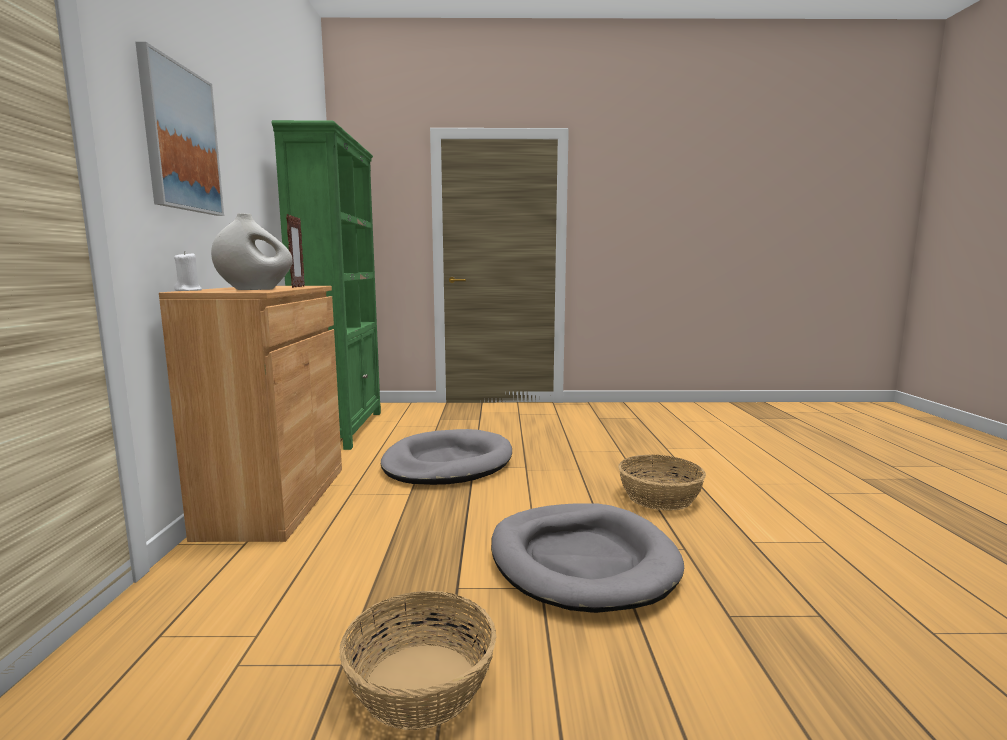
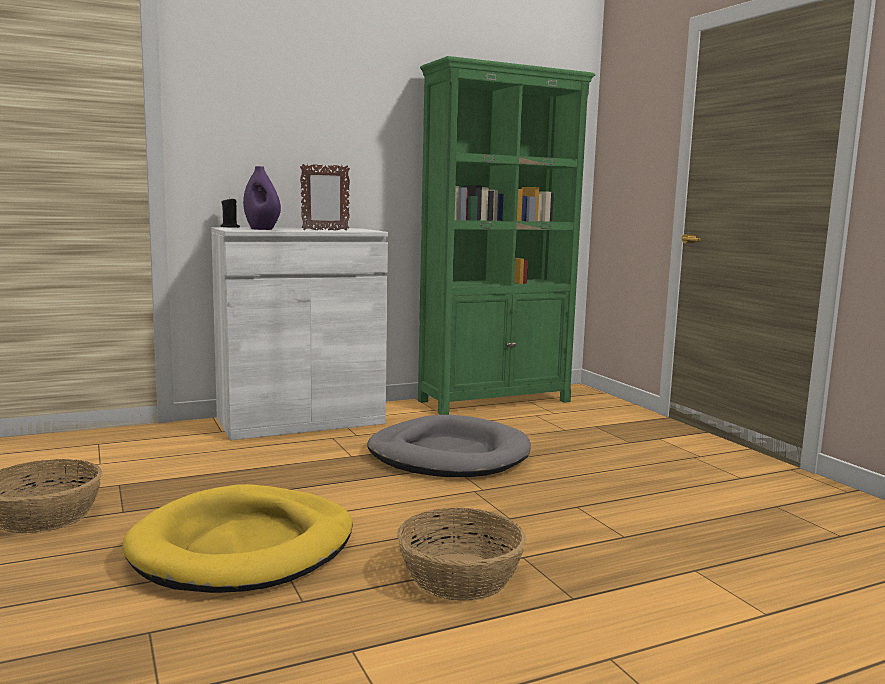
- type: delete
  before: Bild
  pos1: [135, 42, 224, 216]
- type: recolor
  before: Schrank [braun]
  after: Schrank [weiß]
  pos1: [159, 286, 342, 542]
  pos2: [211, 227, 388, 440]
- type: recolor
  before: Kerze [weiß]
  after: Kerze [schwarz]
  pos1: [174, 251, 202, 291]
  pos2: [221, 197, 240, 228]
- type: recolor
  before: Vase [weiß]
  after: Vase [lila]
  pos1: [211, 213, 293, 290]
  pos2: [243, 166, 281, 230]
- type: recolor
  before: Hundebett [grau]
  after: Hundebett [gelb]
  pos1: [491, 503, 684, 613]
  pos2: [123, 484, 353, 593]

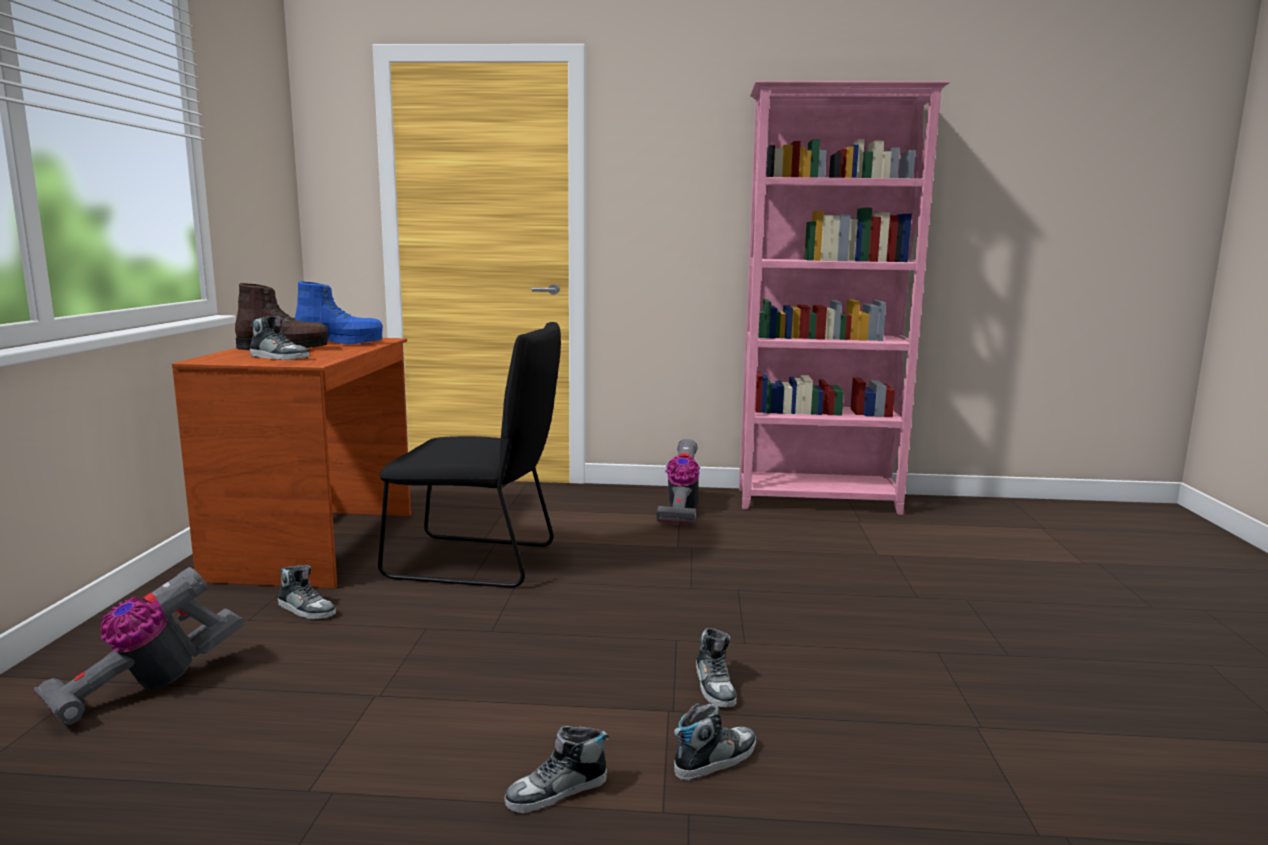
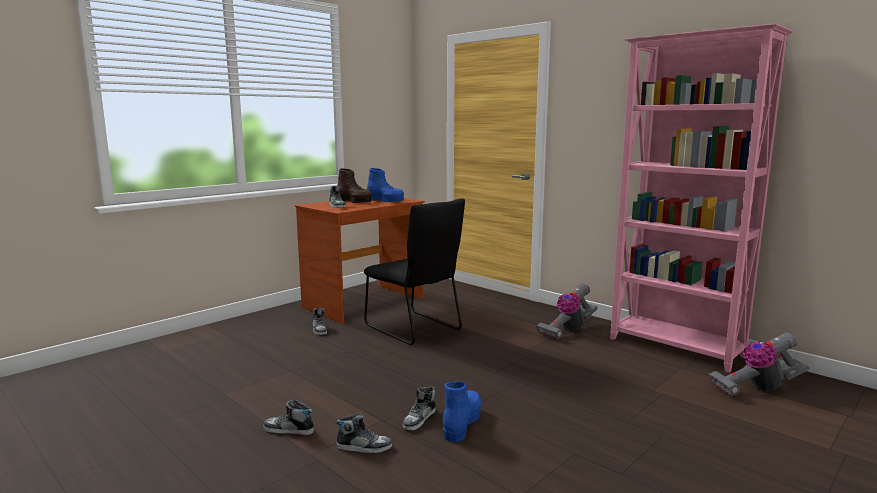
- type: move
  before: Staubsauger
  pos1: [34, 567, 245, 728]
  pos2: [709, 332, 809, 396]
- type: insert
  after: Stiefel [blau]
  pos2: [443, 381, 481, 442]

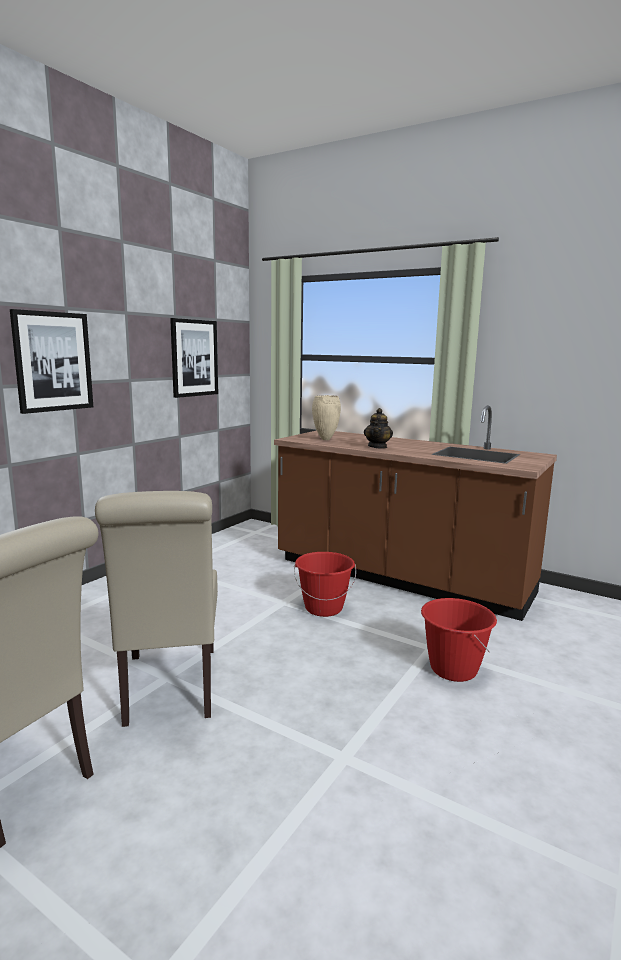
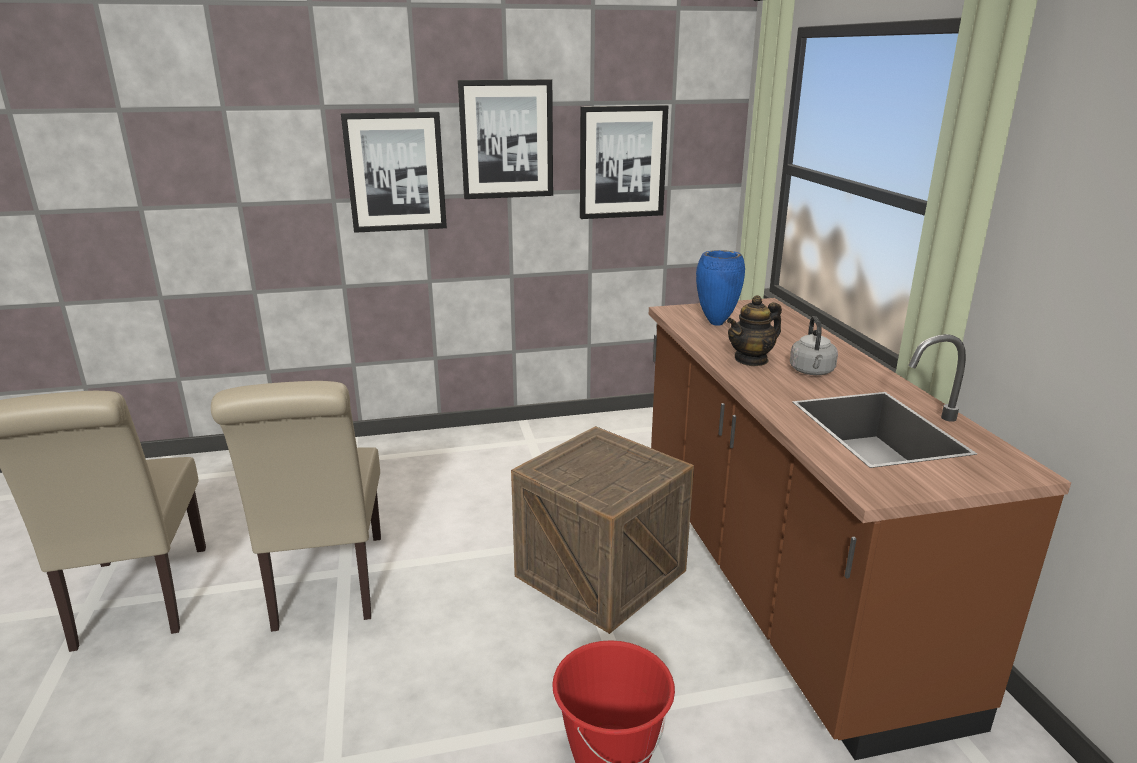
- type: rotate
  before: Stuhl [beige]
  pos1: [95, 491, 218, 727]
  pos2: [211, 381, 381, 632]
  turn: -45
- type: replace
  before: Eimer [rot]
  after: Kiste
  pos1: [294, 552, 356, 617]
  pos2: [511, 426, 694, 634]
- type: recolor
  before: Vase [beige]
  after: Vase [blau]
  pos1: [312, 395, 341, 440]
  pos2: [696, 250, 745, 326]
- type: insert
  after: Bild
  pos2: [458, 79, 553, 199]
- type: insert
  after: Wasserkessel [grau]
  pos2: [790, 316, 838, 375]

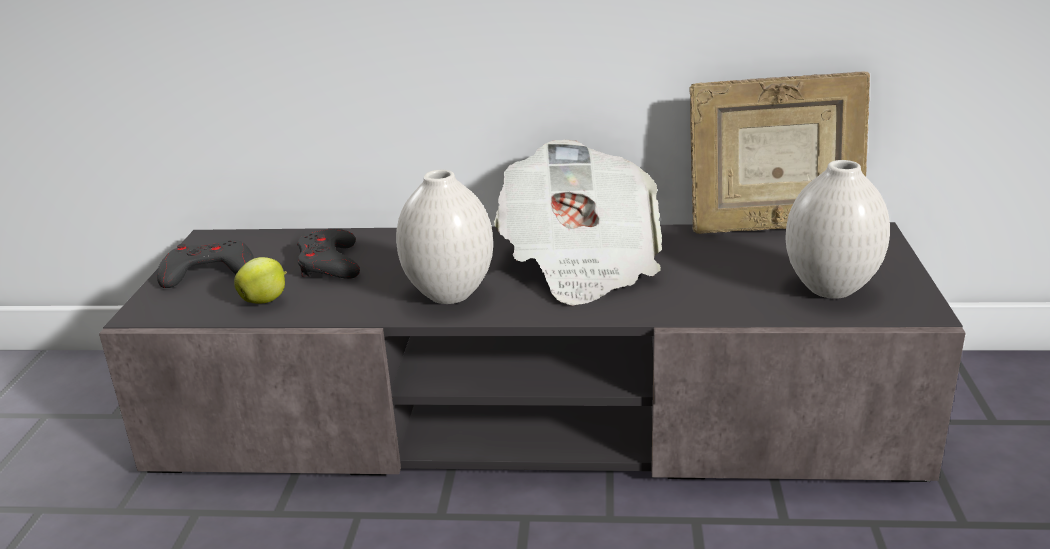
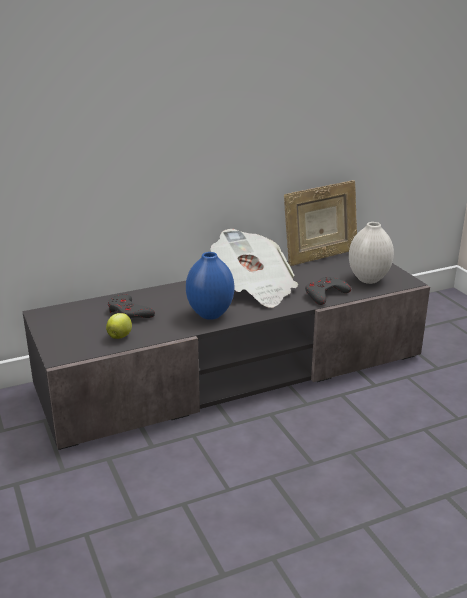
- type: move
  before: Gamepad [grau]
  pos1: [157, 240, 254, 288]
  pos2: [305, 277, 351, 305]
- type: recolor
  before: Vase [weiß]
  after: Vase [blau]
  pos1: [396, 170, 493, 304]
  pos2: [186, 252, 234, 320]

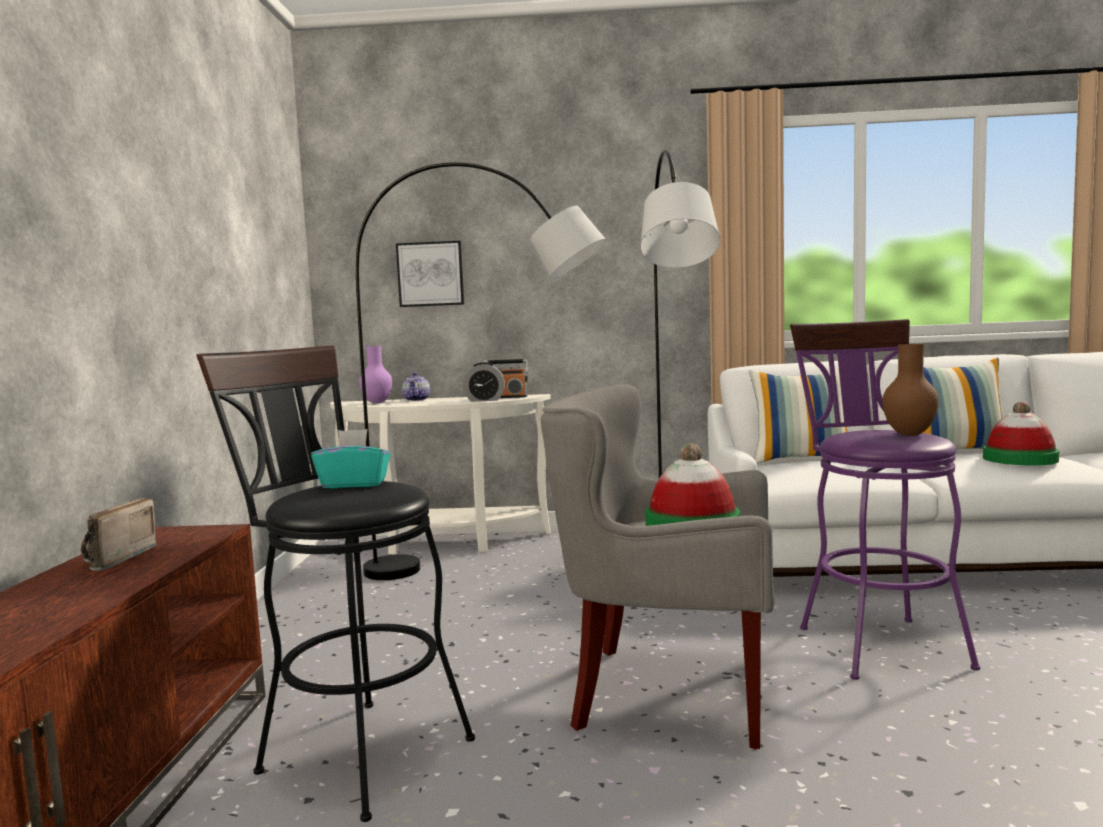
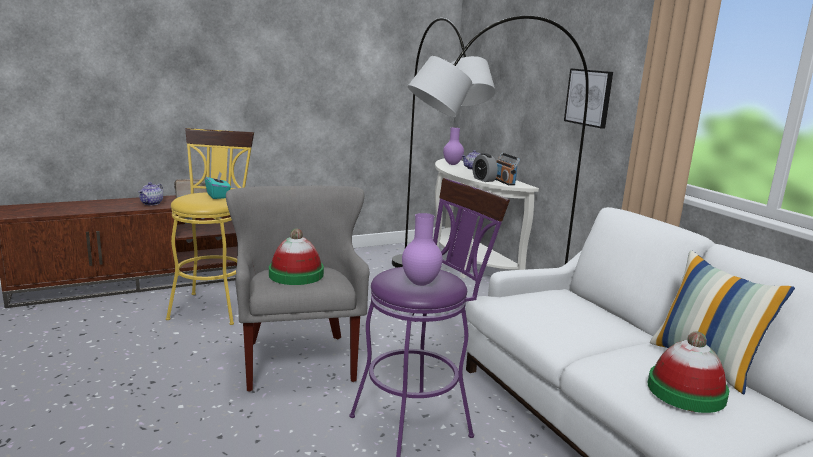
- type: recolor
  before: Hocker [schwarz]
  after: Hocker [gelb]
  pos1: [197, 345, 475, 822]
  pos2: [166, 128, 254, 325]
- type: move
  before: Bild
  pos1: [396, 241, 464, 307]
  pos2: [564, 68, 613, 129]
- type: delete
  before: Kissen
  pos1: [749, 369, 847, 463]
- type: recolor
  before: Vase [braun]
  after: Vase [lila]
  pos1: [882, 344, 939, 436]
  pos2: [402, 213, 442, 286]
- type: insert
  after: Teekanne
  pos2: [138, 182, 163, 205]

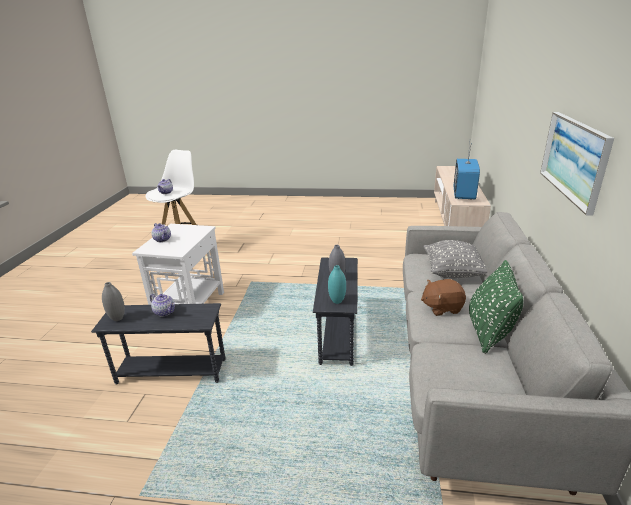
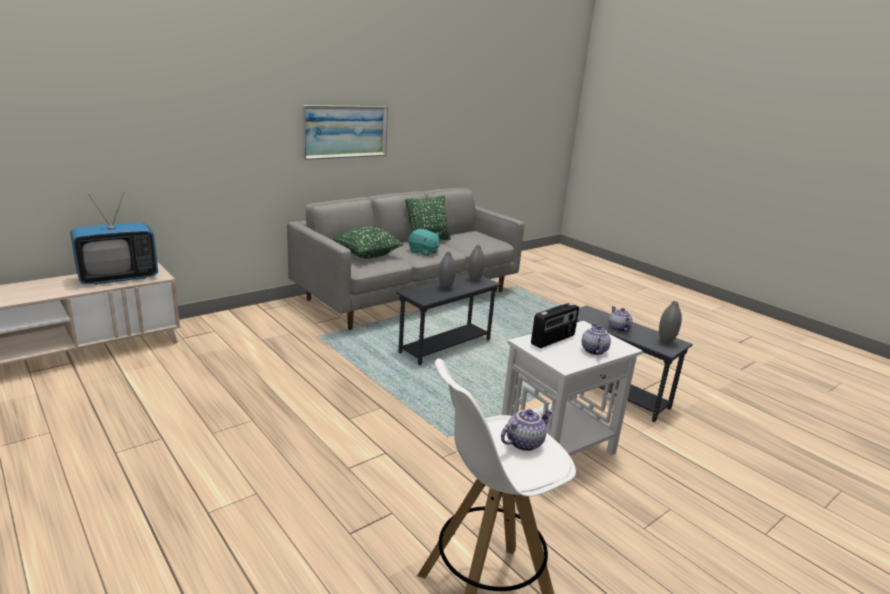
- type: recolor
  before: Vase [türkis]
  after: Vase [grau]
  pos1: [328, 265, 346, 304]
  pos2: [468, 245, 485, 281]
- type: recolor
  before: Plüschtier [braun]
  after: Plüschtier [türkis]
  pos1: [421, 279, 466, 316]
  pos2: [408, 229, 440, 256]
- type: recolor
  before: Kissen [grau]
  after: Kissen [grün]
  pos1: [423, 240, 487, 279]
  pos2: [334, 226, 403, 259]
- type: insert
  after: Radio
  pos2: [531, 303, 579, 348]

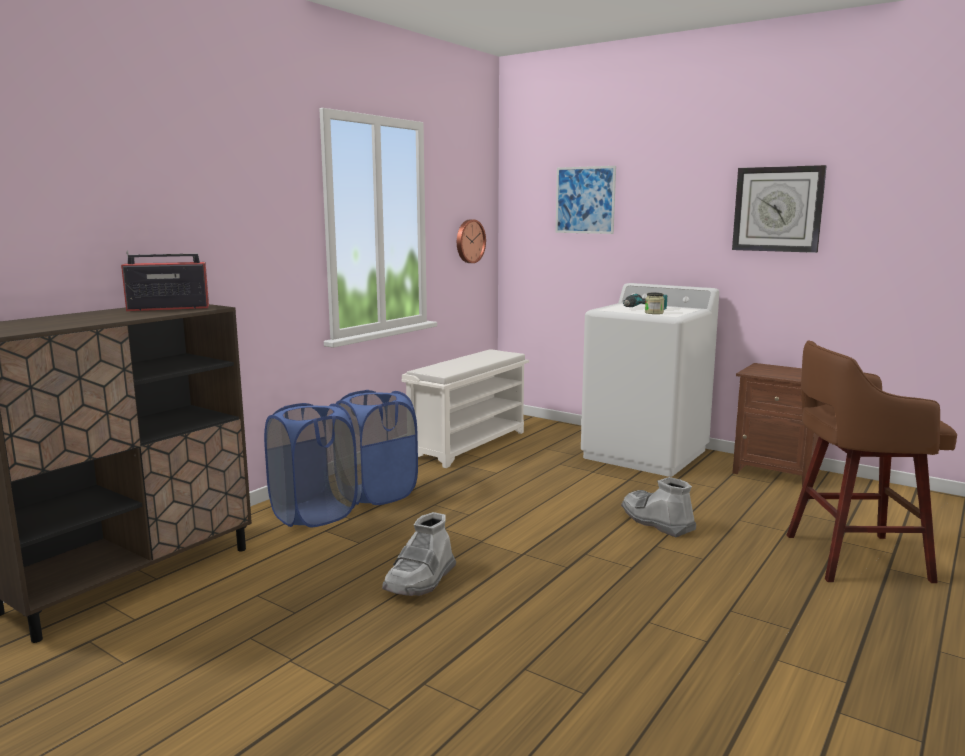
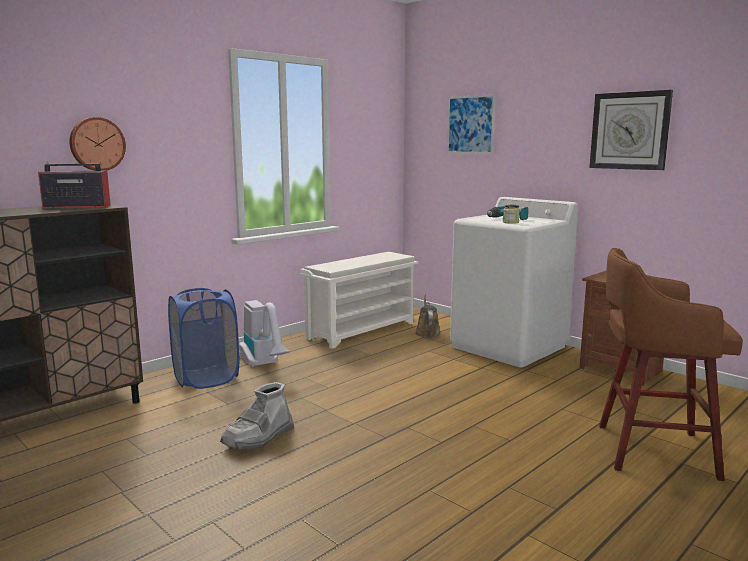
- type: replace
  before: Wäschekorb [blau]
  after: Staubsauger
  pos1: [335, 390, 418, 505]
  pos2: [239, 300, 290, 368]
- type: move
  before: Wanduhr
  pos1: [457, 220, 486, 263]
  pos2: [69, 117, 126, 171]
- type: delete
  before: Stiefel [grau]
  pos1: [621, 477, 696, 537]
- type: insert
  after: Gießkanne [braun]
  pos2: [415, 293, 440, 338]

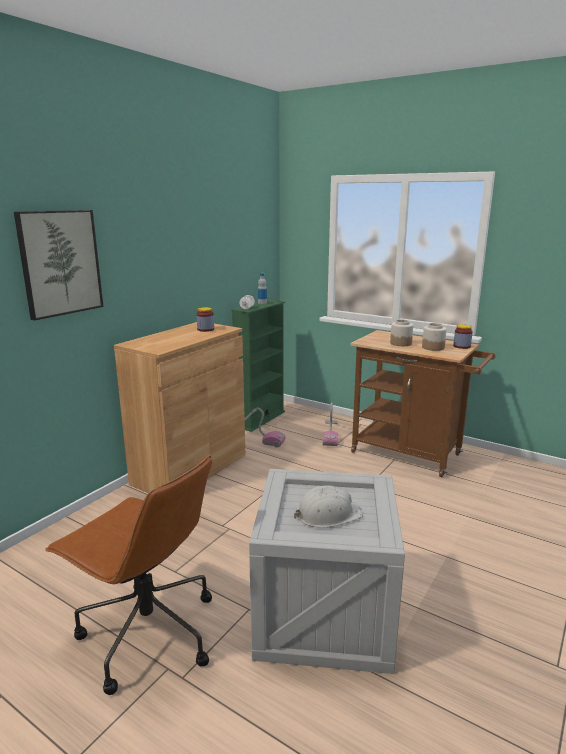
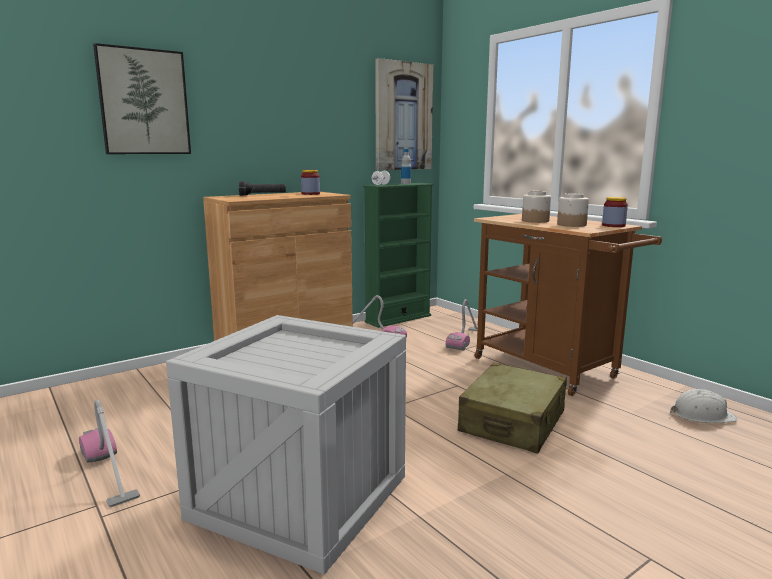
- type: replace
  before: Bürostuhl [braun]
  after: Staubsauger
  pos1: [45, 455, 212, 695]
  pos2: [79, 400, 140, 508]
- type: move
  before: Schutzhelm [weiß]
  pos1: [294, 485, 363, 528]
  pos2: [670, 389, 738, 423]
- type: insert
  after: Taschenlampe [schwarz]
  pos2: [239, 182, 286, 196]
- type: insert
  after: Bild
  pos2: [375, 58, 433, 170]
- type: insert
  after: Koffer [beige]
  pos2: [458, 363, 567, 454]

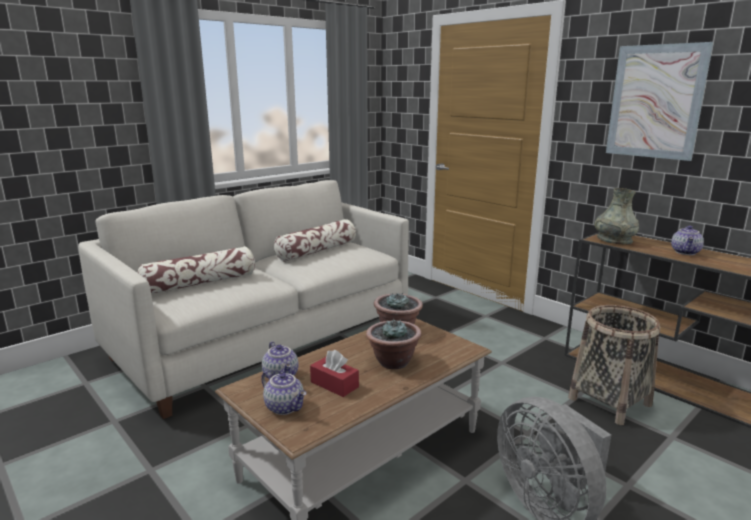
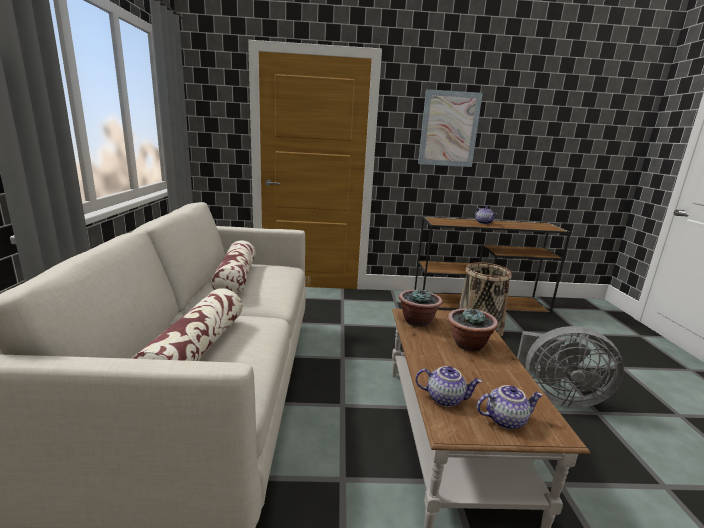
- type: delete
  before: Taschentuchbox [rot]
  pos1: [310, 350, 359, 397]
- type: delete
  before: Vase [grau]
  pos1: [594, 188, 639, 244]

